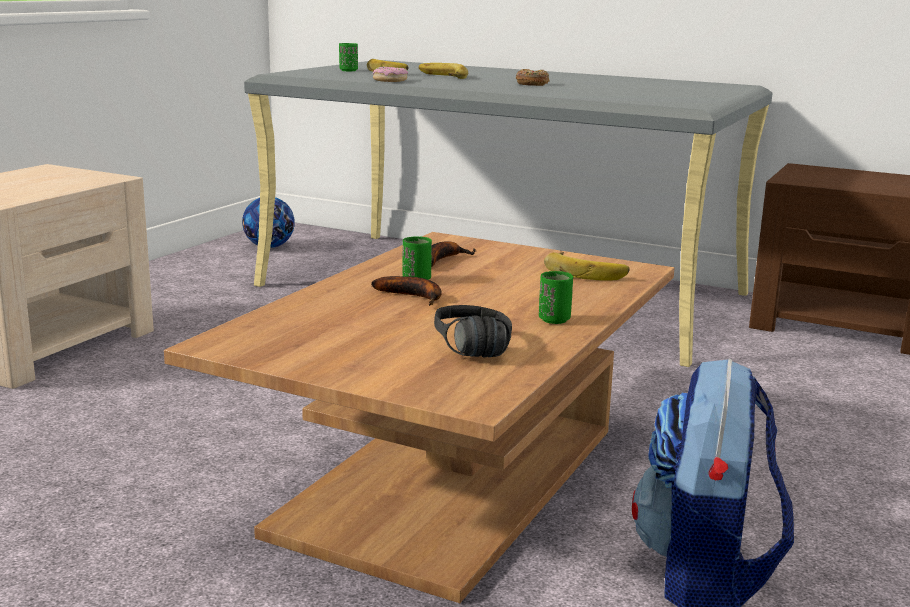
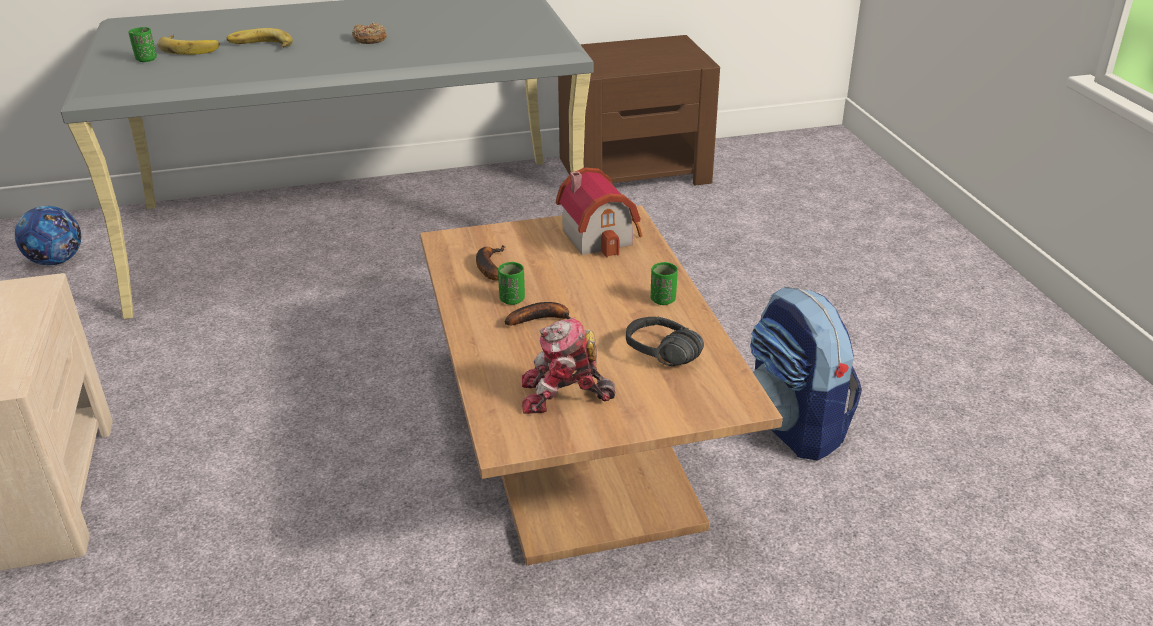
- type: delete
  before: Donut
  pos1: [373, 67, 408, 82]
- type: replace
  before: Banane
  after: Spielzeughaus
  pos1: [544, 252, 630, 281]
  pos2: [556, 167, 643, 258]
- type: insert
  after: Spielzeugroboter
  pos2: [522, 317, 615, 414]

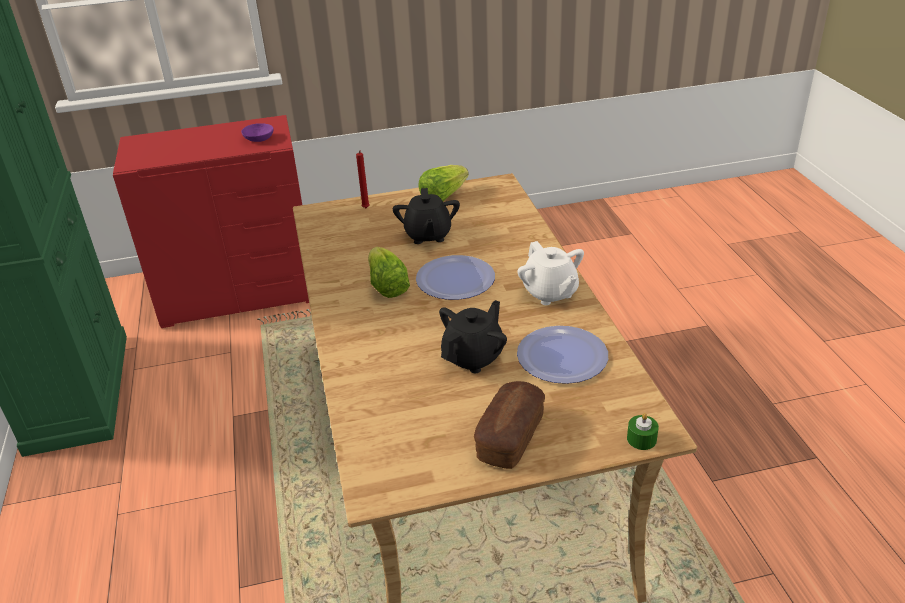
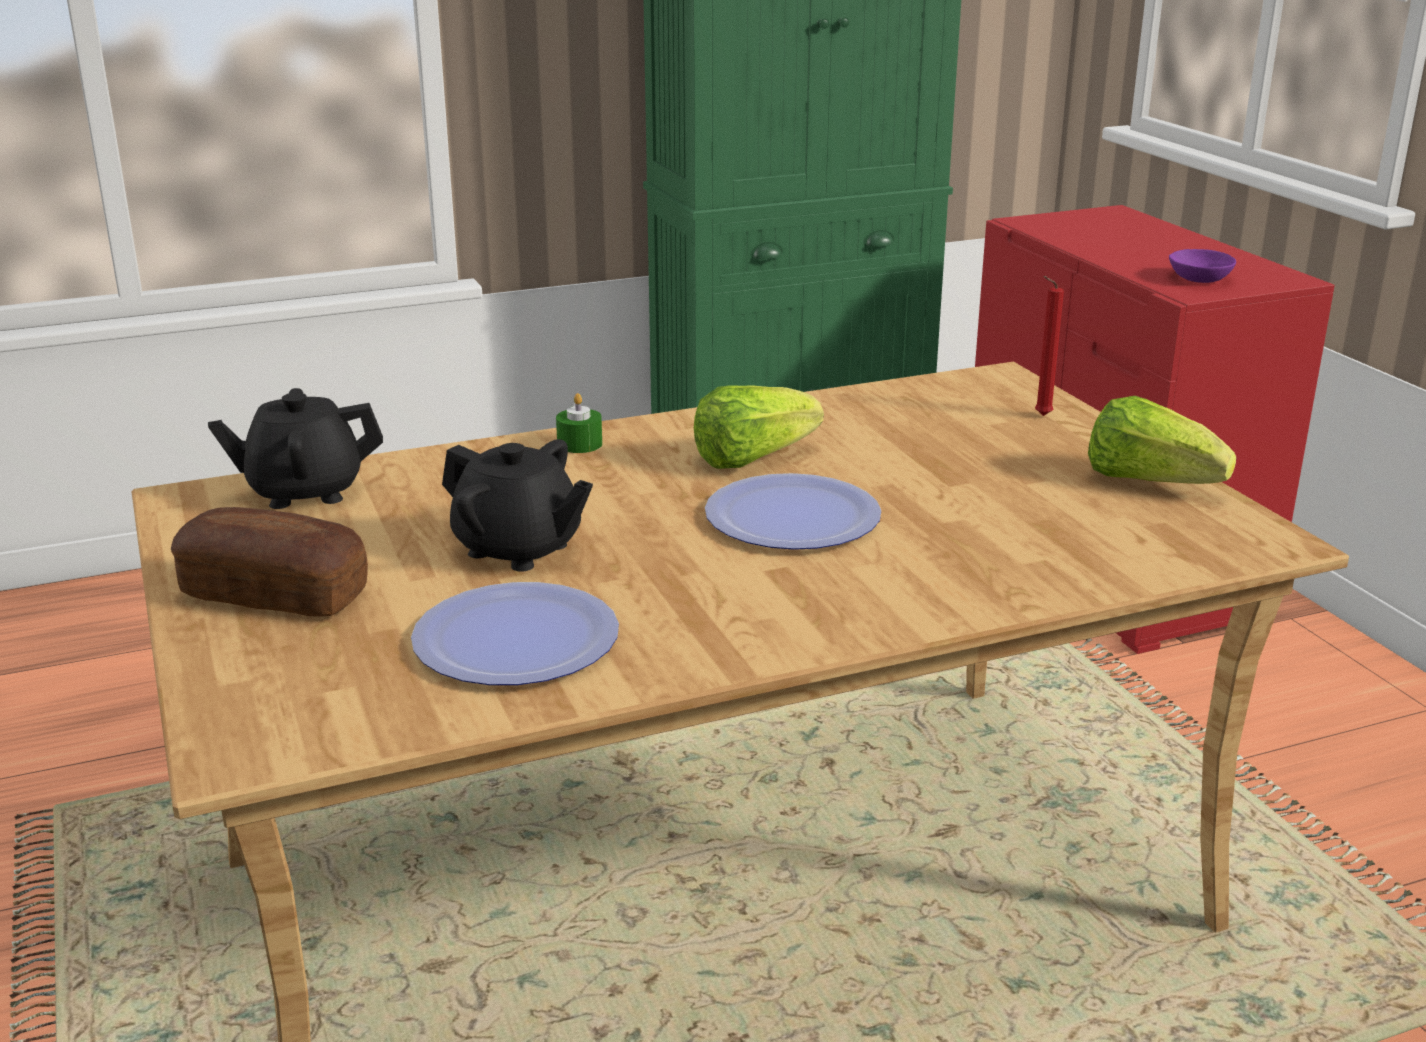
- type: move
  before: Teekanne [schwarz]
  pos1: [393, 188, 460, 244]
  pos2: [208, 388, 383, 509]
- type: delete
  before: Teekanne [weiß]
  pos1: [517, 241, 584, 305]
- type: move
  before: Kerze [grün]
  pos1: [627, 413, 659, 450]
  pos2: [556, 393, 602, 453]

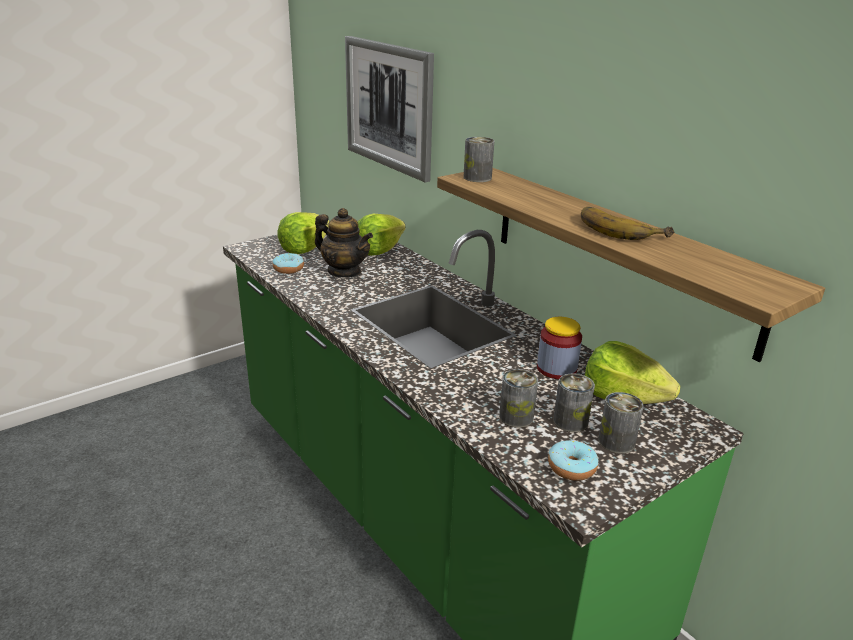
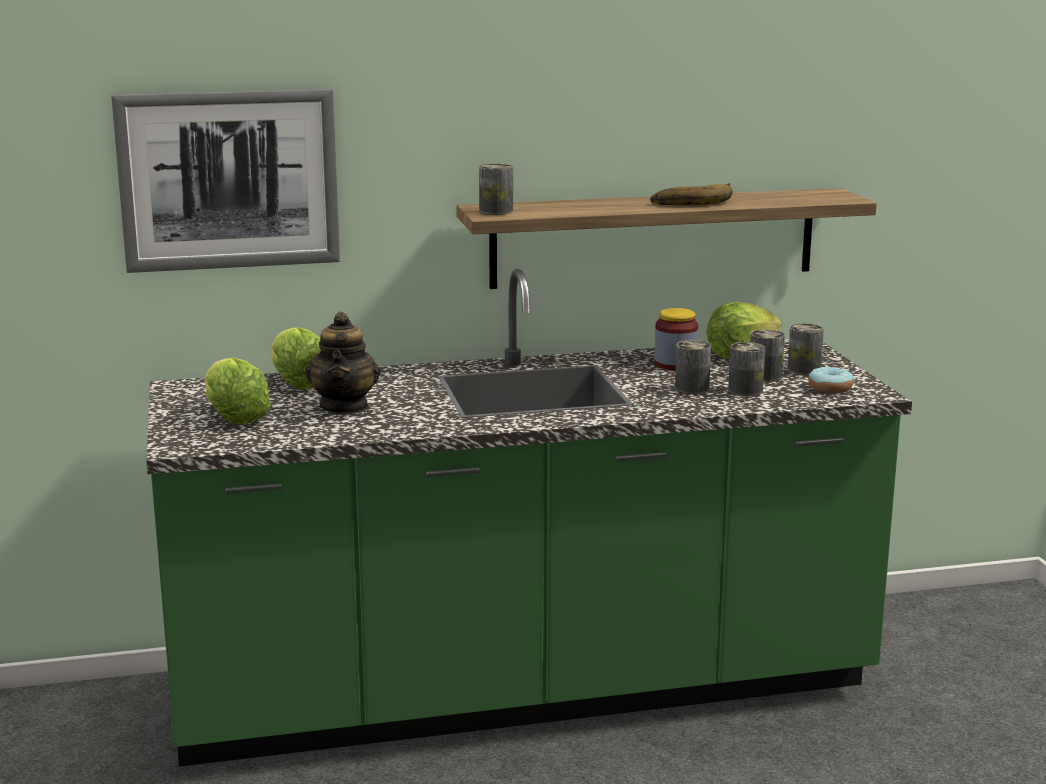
- type: delete
  before: Donut
  pos1: [273, 252, 304, 274]
- type: rotate
  before: Teekanne
  pos1: [315, 208, 373, 277]
  pos2: [305, 312, 380, 414]
  turn: 120
- type: insert
  after: Dose
  pos2: [675, 340, 711, 394]

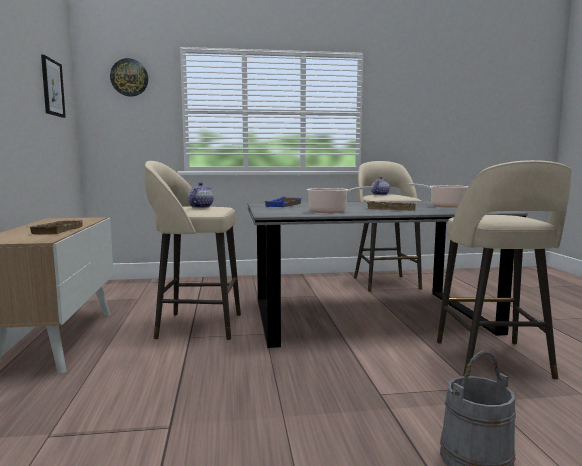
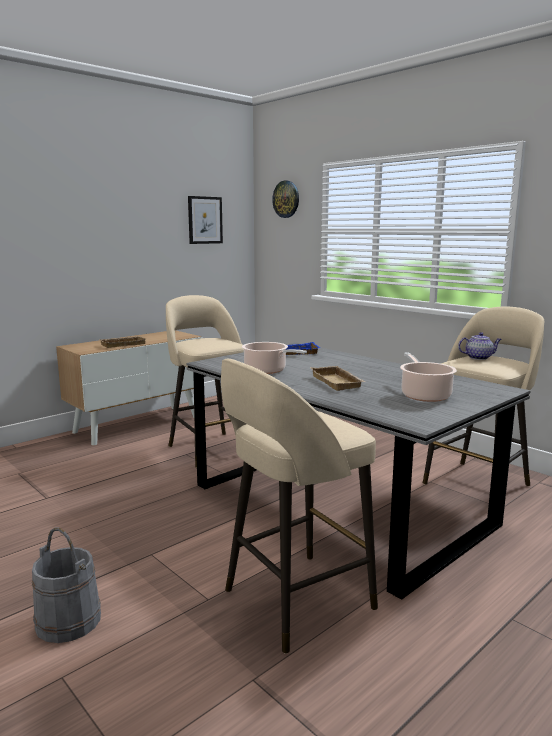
- type: delete
  before: Teekanne
  pos1: [188, 182, 213, 208]

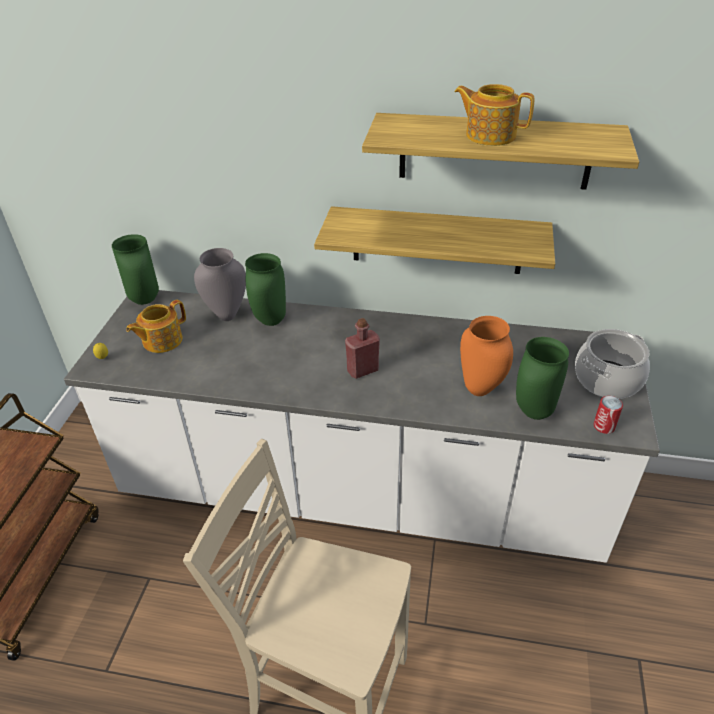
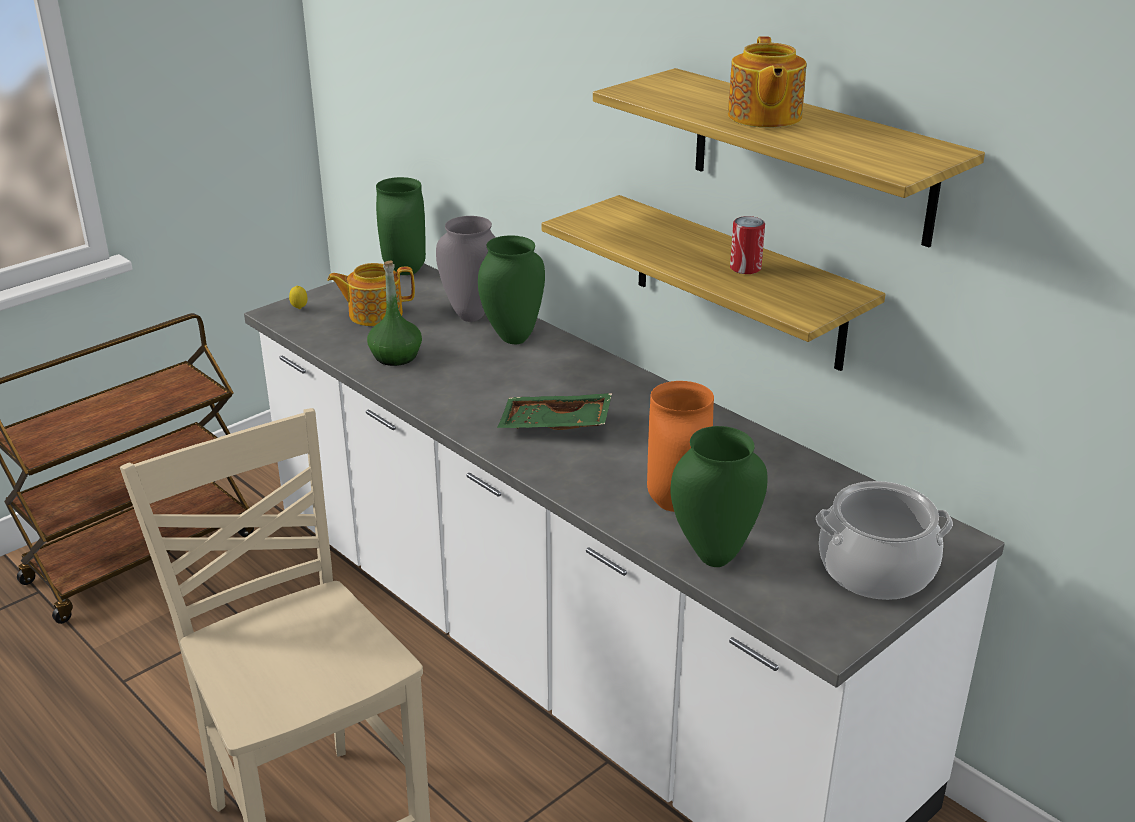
- type: replace
  before: Flasche [rot]
  after: Tablett [grün]
  pos1: [345, 318, 380, 379]
  pos2: [497, 393, 612, 430]
- type: rotate
  before: Teekanne
  pos1: [454, 84, 534, 146]
  pos2: [728, 36, 806, 128]
  turn: -150
- type: move
  before: Dose
  pos1: [593, 396, 623, 434]
  pos2: [730, 216, 765, 274]
- type: insert
  after: Flasche [grün]
  pos2: [367, 260, 422, 366]

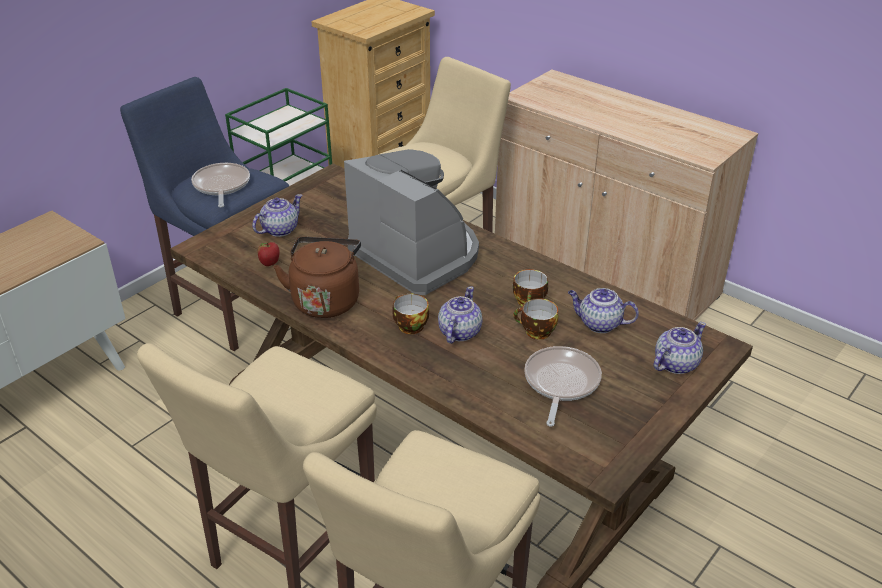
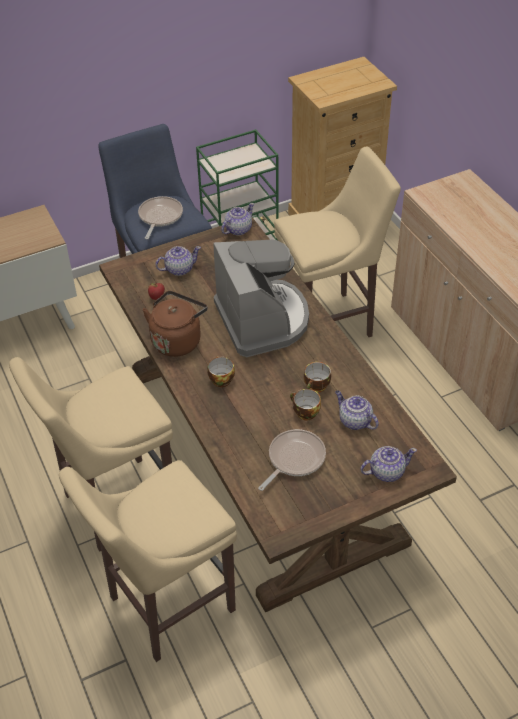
- type: move
  before: Teekanne
  pos1: [438, 286, 483, 344]
  pos2: [221, 203, 254, 235]

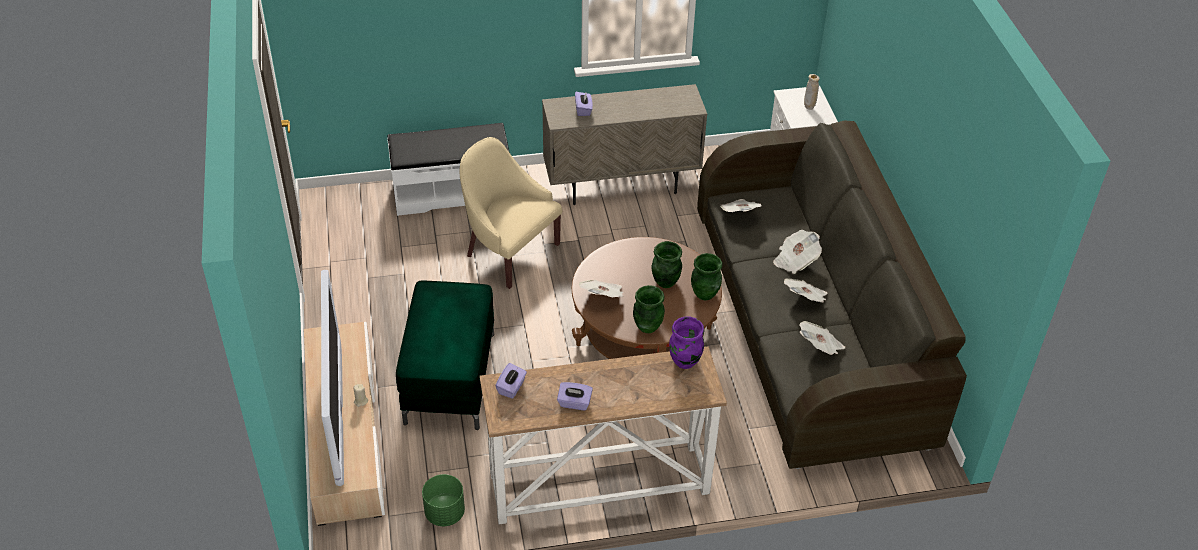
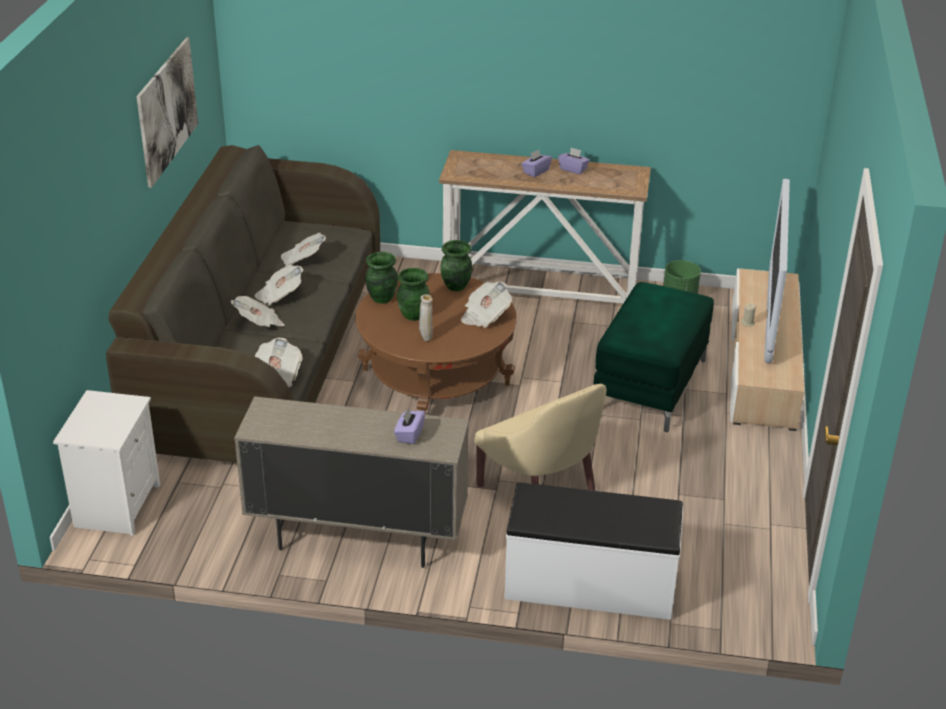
- type: move
  before: Taschentuchbox [lila]
  pos1: [495, 363, 527, 399]
  pos2: [522, 150, 552, 177]
- type: delete
  before: Vase [lila]
  pos1: [669, 317, 704, 369]
- type: move
  before: Vase [beige]
  pos1: [804, 74, 820, 110]
  pos2: [419, 294, 433, 341]
- type: insert
  after: Bild
  pos2: [136, 37, 198, 188]

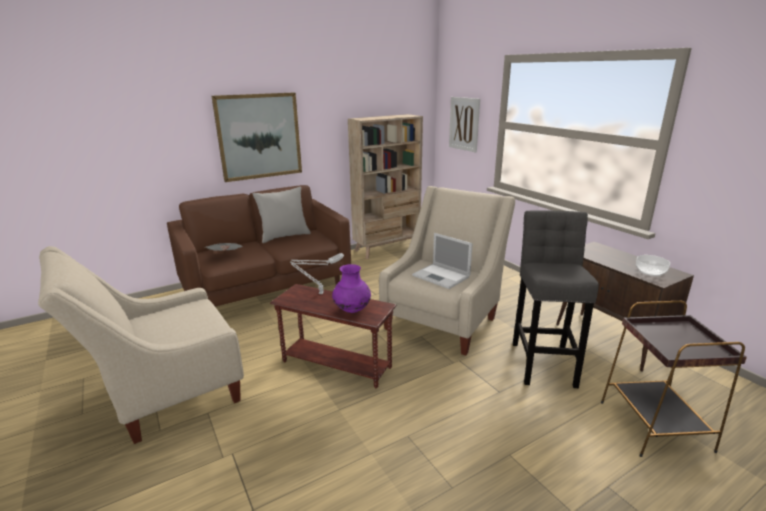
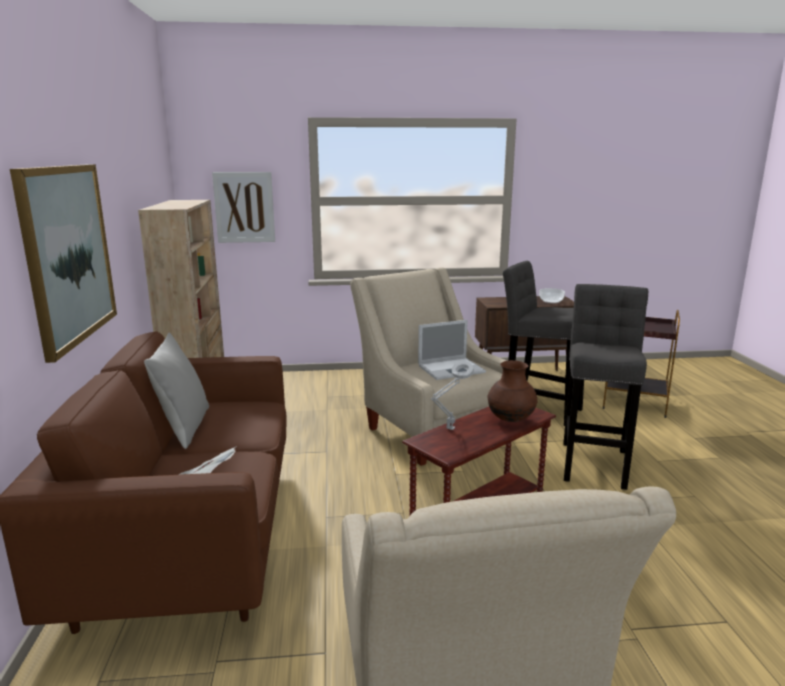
- type: recolor
  before: Vase [lila]
  after: Vase [braun]
  pos1: [332, 264, 371, 313]
  pos2: [488, 360, 538, 422]
- type: insert
  after: Hocker [grau]
  pos2: [563, 284, 648, 490]

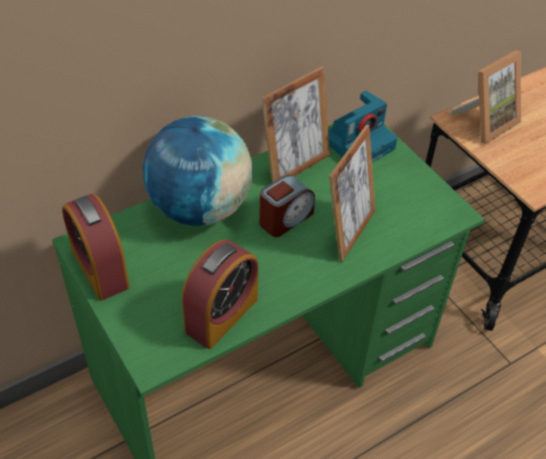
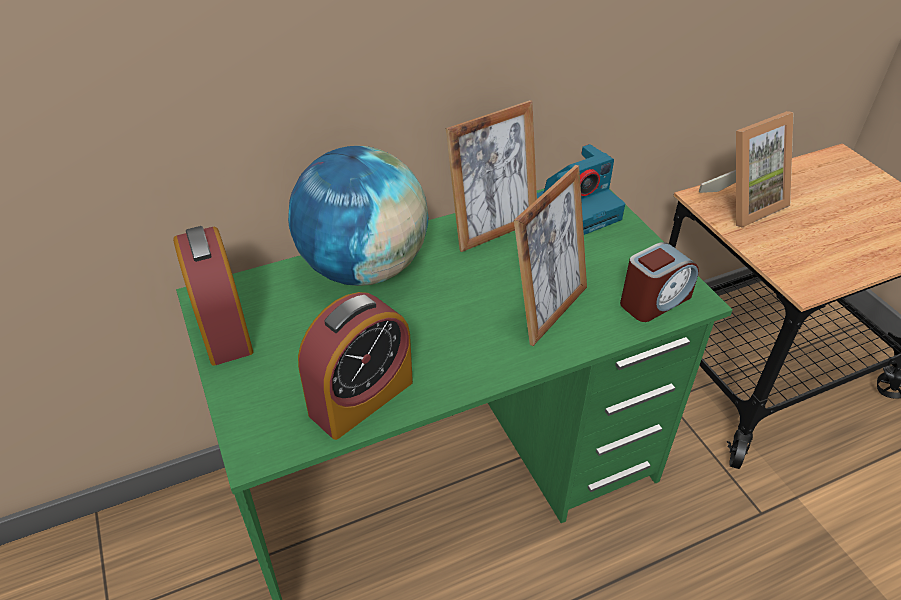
- type: move
  before: Wecker
  pos1: [259, 175, 315, 237]
  pos2: [620, 242, 699, 322]

